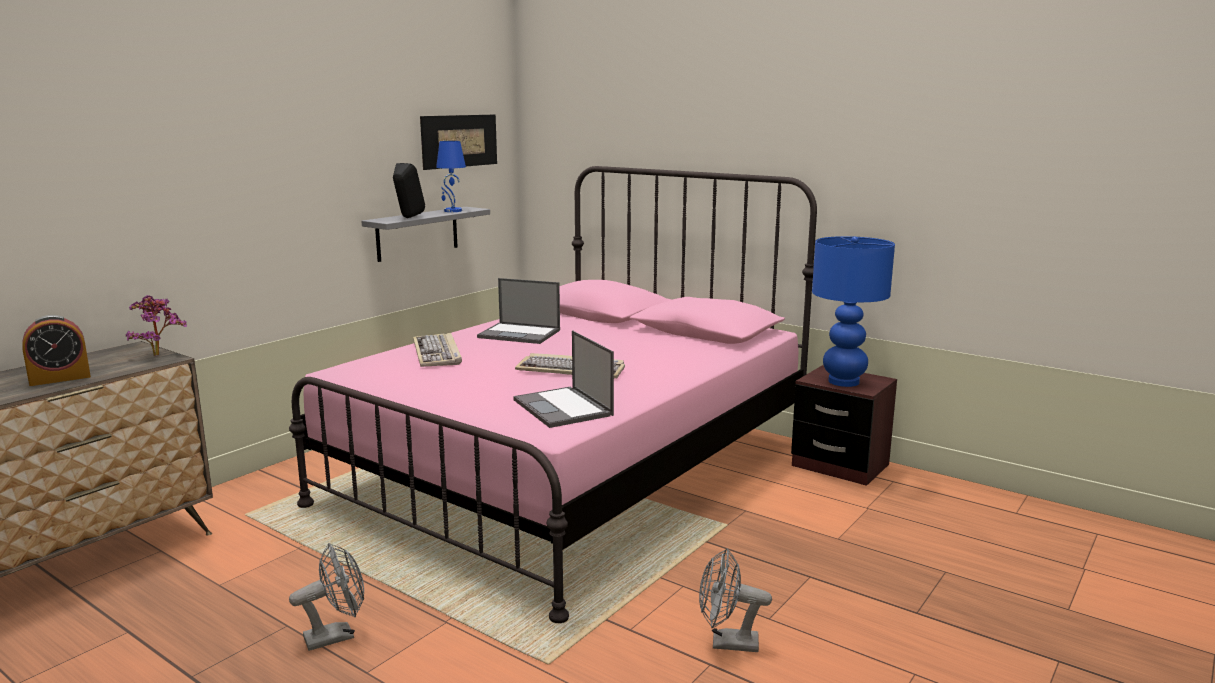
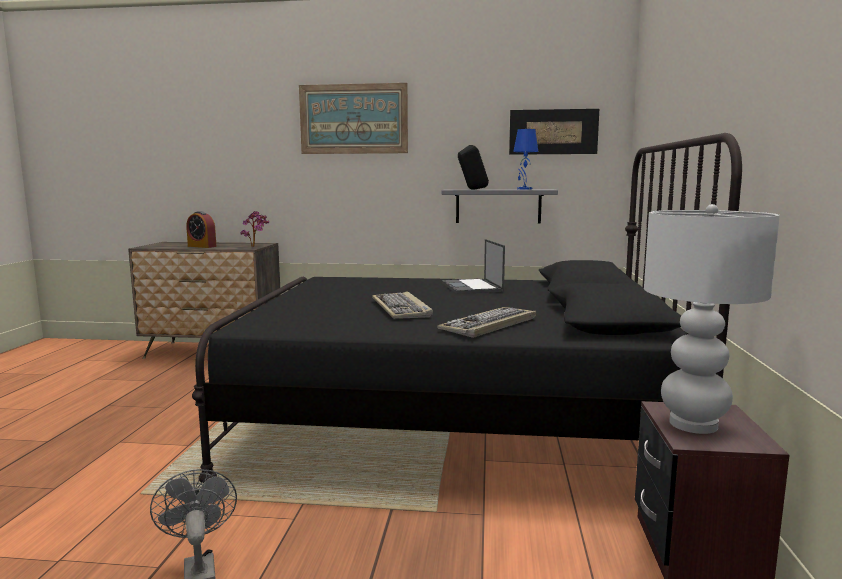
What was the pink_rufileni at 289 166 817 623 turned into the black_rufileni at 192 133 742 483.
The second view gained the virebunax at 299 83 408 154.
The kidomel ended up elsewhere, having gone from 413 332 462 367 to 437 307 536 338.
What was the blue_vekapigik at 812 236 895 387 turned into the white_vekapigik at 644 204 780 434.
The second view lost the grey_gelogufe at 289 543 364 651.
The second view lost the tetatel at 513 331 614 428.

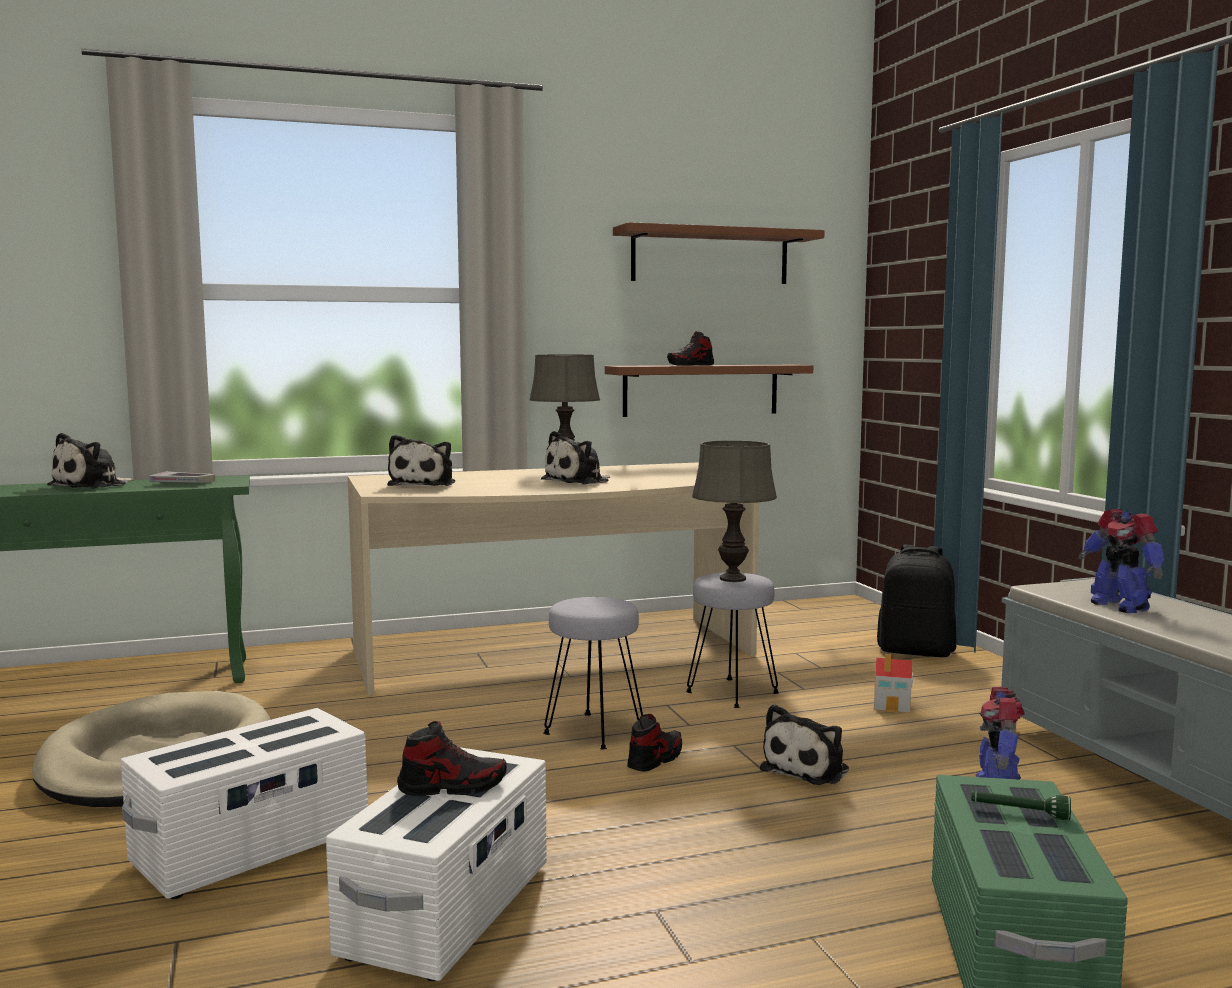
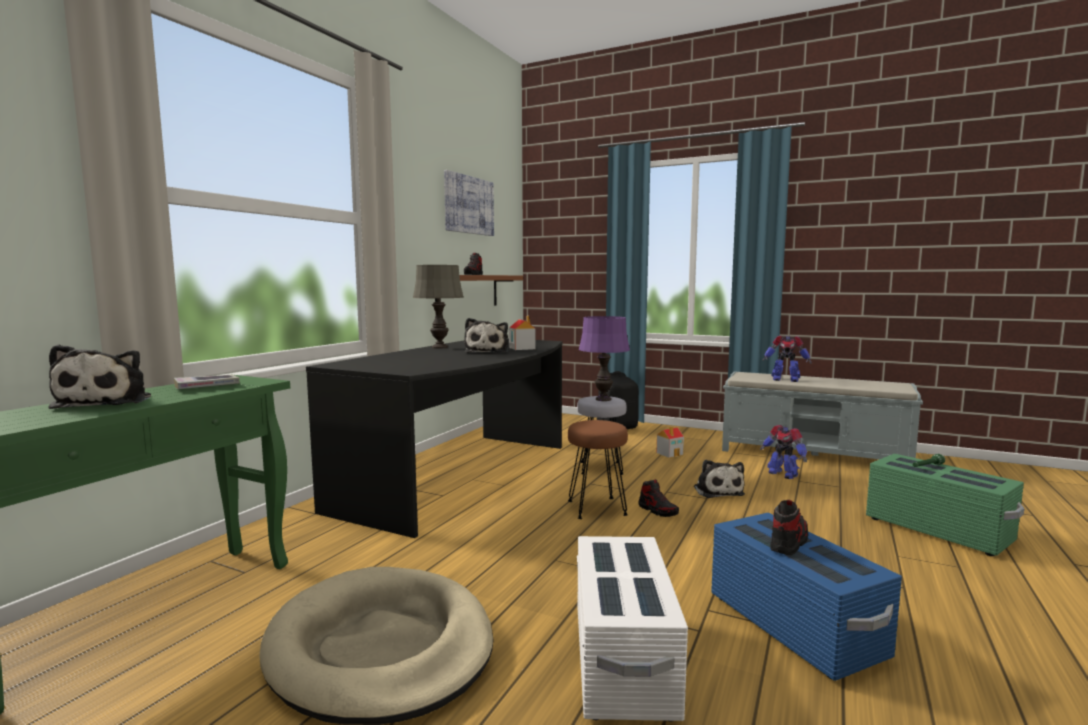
What was the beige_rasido at 347 462 759 695 turned into the black_rasido at 306 338 562 538.
Where the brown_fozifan hung at 613 222 825 284, the virebunax came to hang at 444 170 494 236.
The second view gained the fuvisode at 509 316 535 350.
What was the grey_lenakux at 543 597 643 749 turned into the brown_lenakux at 568 420 628 519.
What was the grey_vekapigik at 692 441 777 582 turned into the purple_vekapigik at 579 316 630 401.
The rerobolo at 627 714 682 772 ended up facing another way, 150 degrees clockwise from before.
What was the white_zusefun at 326 747 547 981 turned into the blue_zusefun at 711 513 902 681.
The second view lost the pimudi at 387 435 455 486.

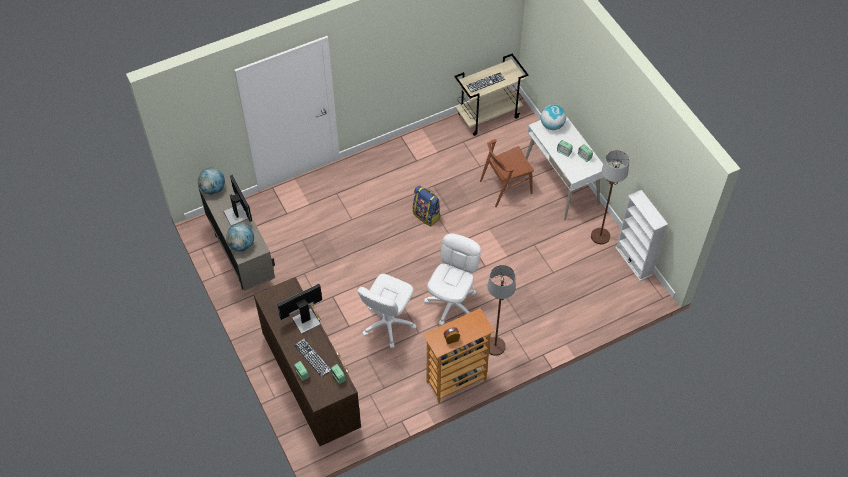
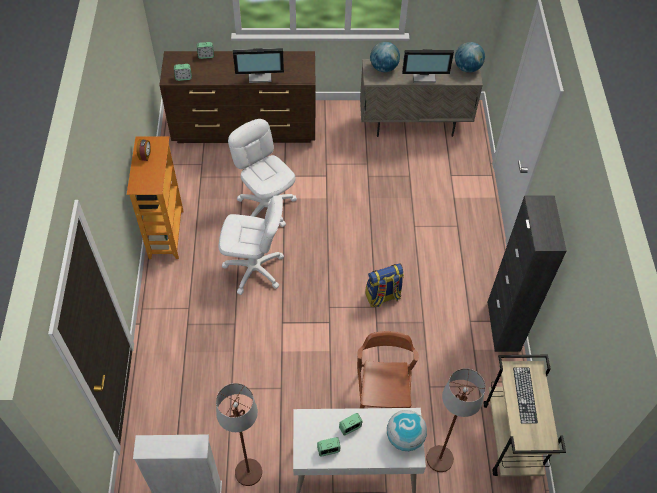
The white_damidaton at 424 233 481 326 ended up facing another way, 45 degrees counterclockwise from before.
The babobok at 277 284 322 334 ended up facing another way, 90 degrees clockwise from before.
The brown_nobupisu ended up elsewhere, having gone from 487 265 516 356 to 427 368 486 472.
The second view gained the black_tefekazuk at 487 195 567 352.
The second view lost the kidomel at 294 338 331 377.

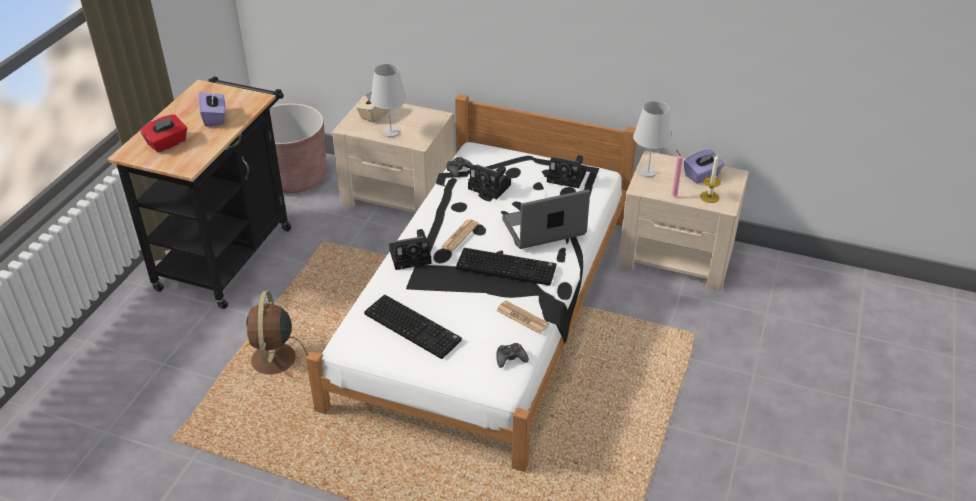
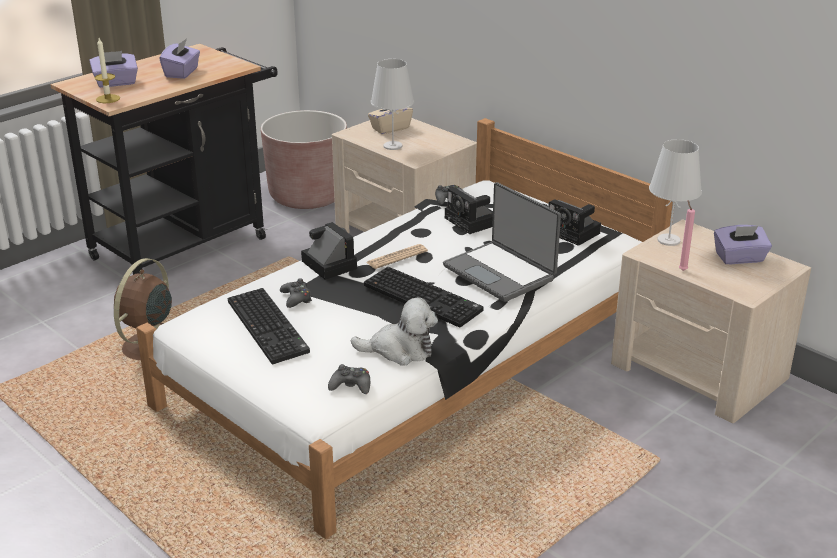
What was the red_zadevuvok at 140 115 187 153 turned into the purple_zadevuvok at 90 51 138 88.
The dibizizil ended up elsewhere, having gone from 700 155 721 203 to 94 38 120 103.
The second view gained the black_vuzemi at 280 278 312 308.
The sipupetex at 389 229 432 270 ended up facing another way, 135 degrees counterclockwise from before.
Where the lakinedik stood at 496 301 550 334, the pimudi came to stand at 351 297 438 365.
The tetatel at 502 189 590 249 ended up facing another way, 135 degrees counterclockwise from before.

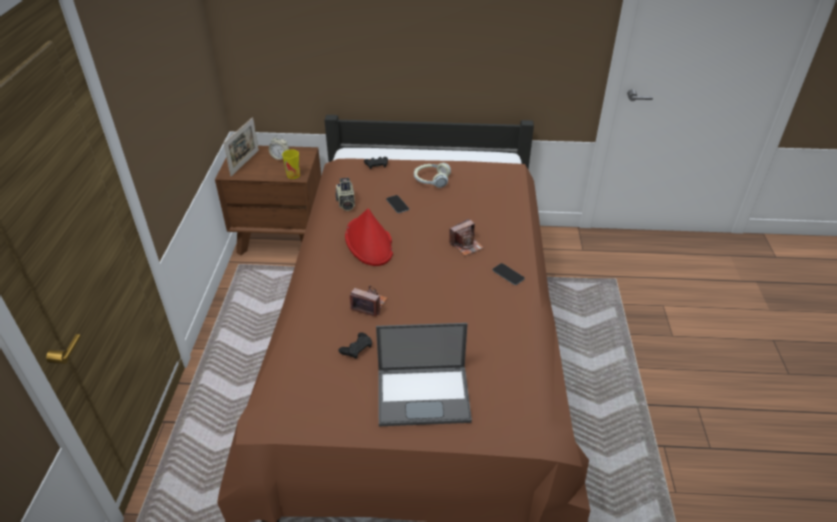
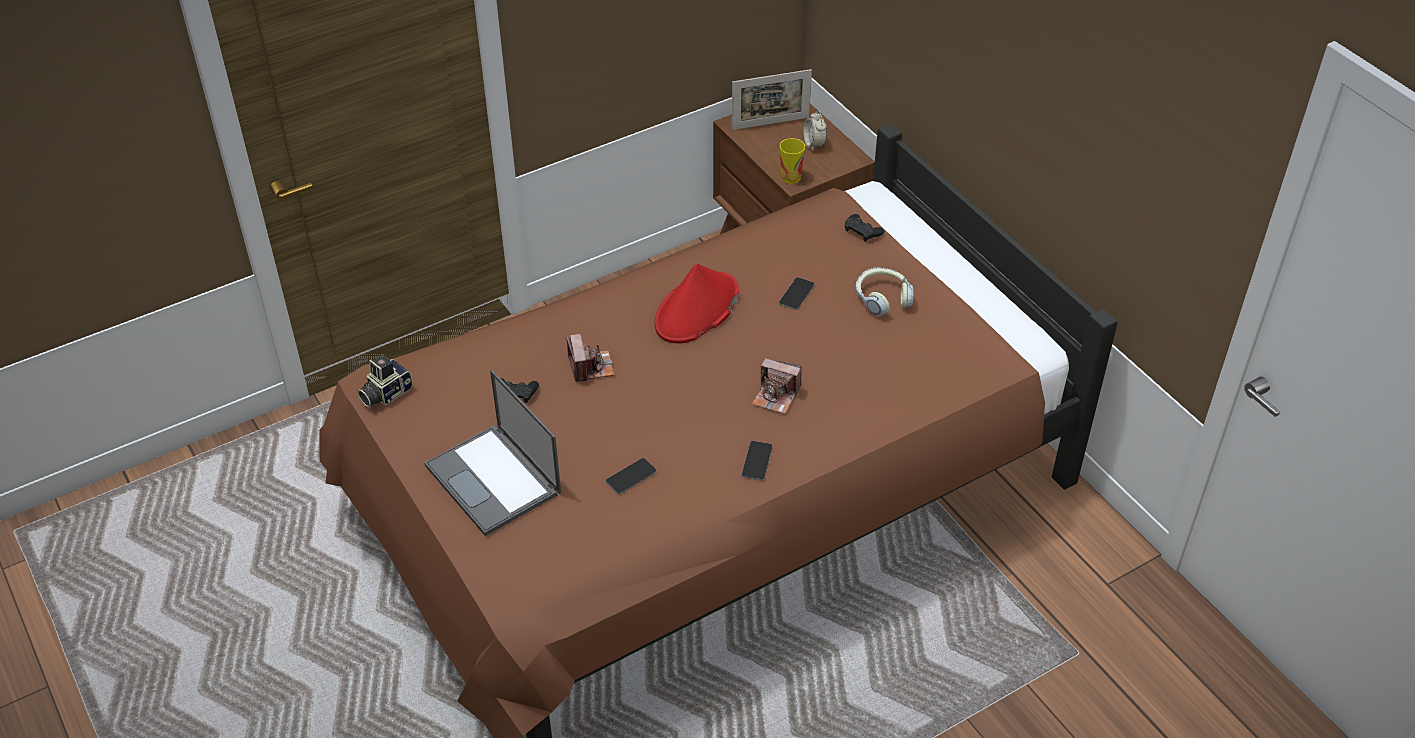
The sipupetex ended up elsewhere, having gone from 335 178 355 211 to 357 355 413 407.
The second view gained the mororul at 606 458 656 494.

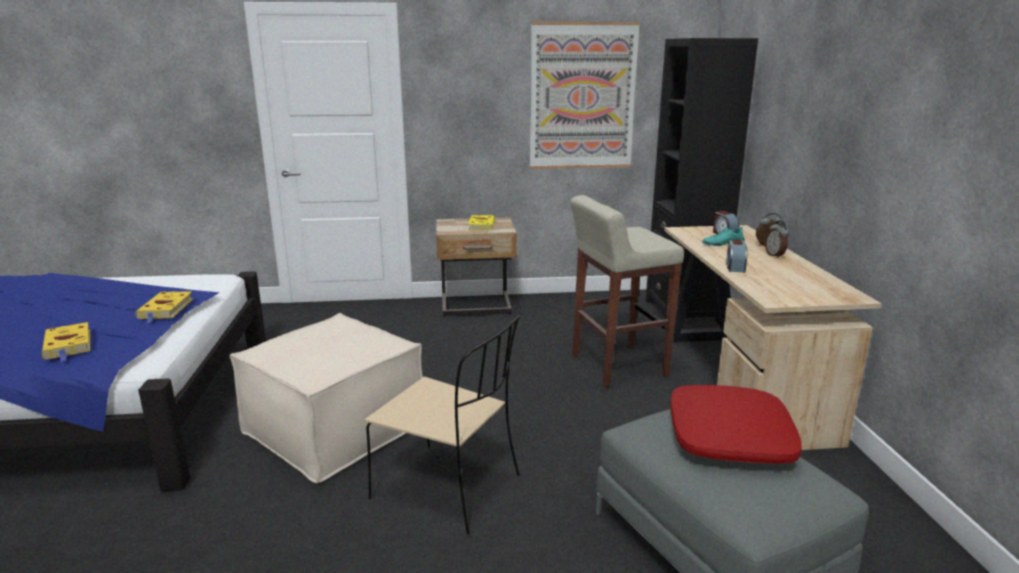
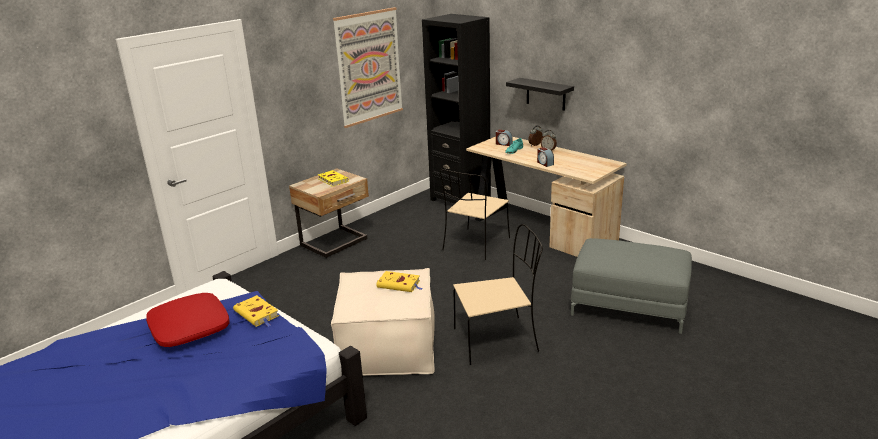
The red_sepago ended up elsewhere, having gone from 670 385 802 464 to 146 293 230 347.
The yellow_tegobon ended up elsewhere, having gone from 42 322 91 362 to 377 271 423 292.
Where the beige_lenakux stood at 571 195 684 388, the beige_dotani came to stand at 440 169 510 260.
The second view gained the black_fozifan at 506 78 574 111.

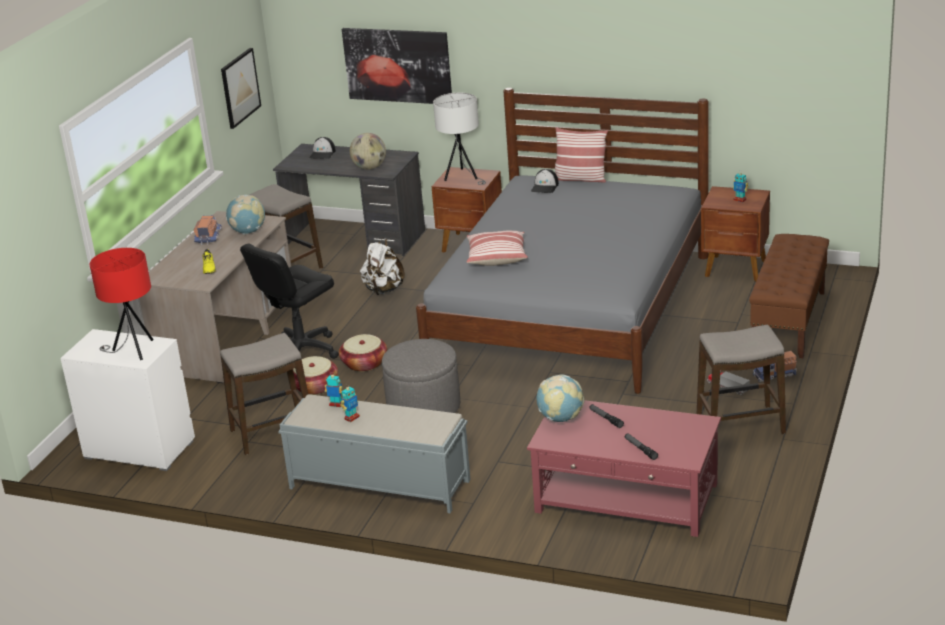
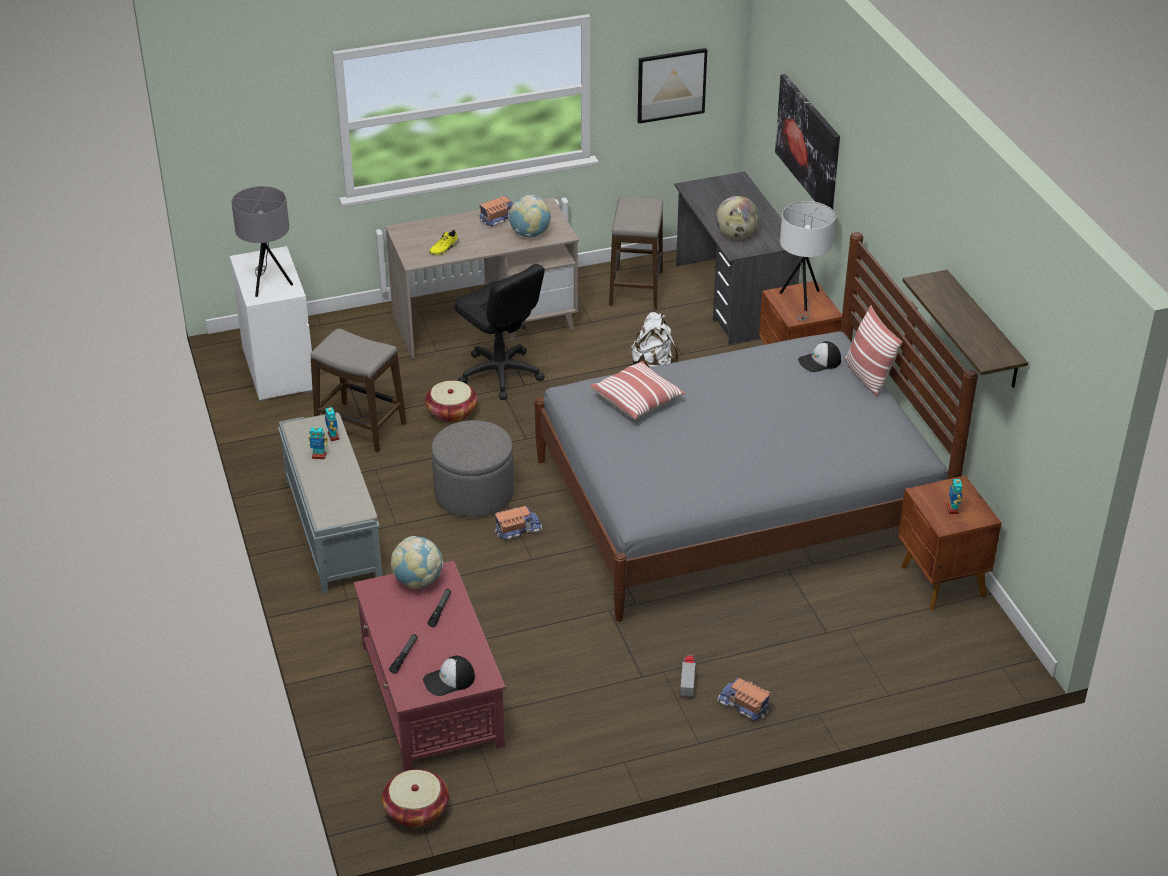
What was the red_vekapigik at 90 248 153 360 turned into the grey_vekapigik at 231 186 293 297.
The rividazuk ended up elsewhere, having gone from 339 334 387 372 to 382 769 449 828.
The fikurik ended up elsewhere, having gone from 309 137 336 159 to 423 656 475 696.
The black_damidaton at 240 243 339 359 ended up facing another way, 135 degrees counterclockwise from before.
The second view gained the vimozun at 494 506 543 540.
The second view gained the fozifan at 903 270 1028 388.
The second view lost the lenakux at 697 325 786 434.
The second view lost the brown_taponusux at 749 234 829 358.

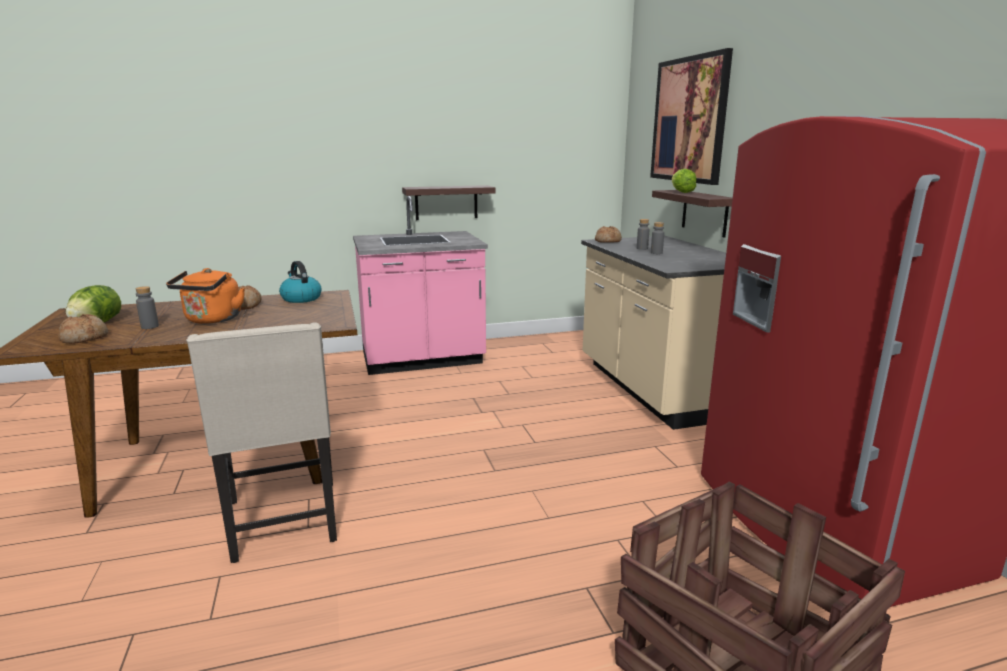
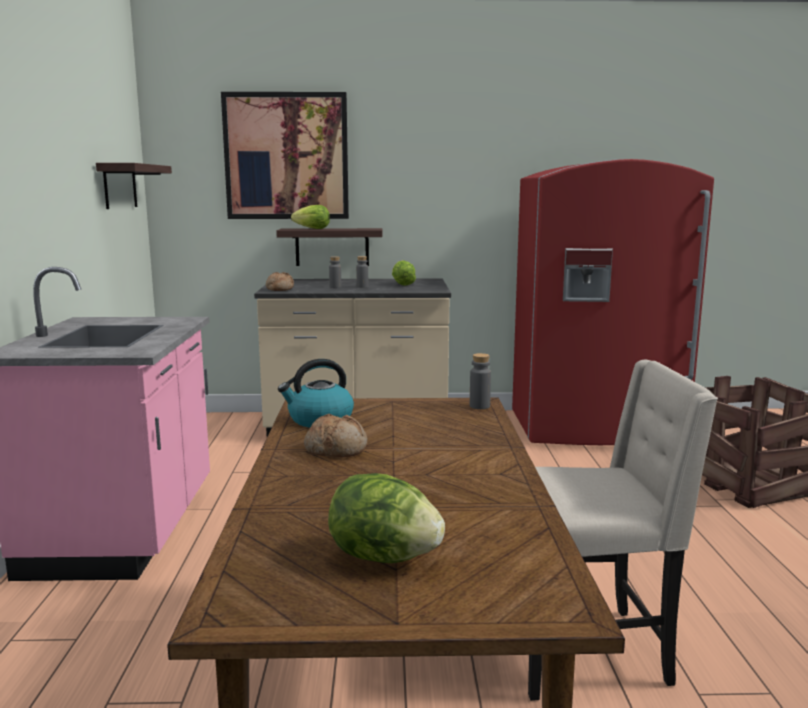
The fozifan ended up elsewhere, having gone from 402 185 495 220 to 96 163 172 209.
The second view gained the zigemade at 392 260 416 286.
The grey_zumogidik ended up elsewhere, having gone from 135 286 159 329 to 470 353 491 409.
The second view lost the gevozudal at 58 314 108 344.
The second view lost the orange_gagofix at 166 268 245 324.

